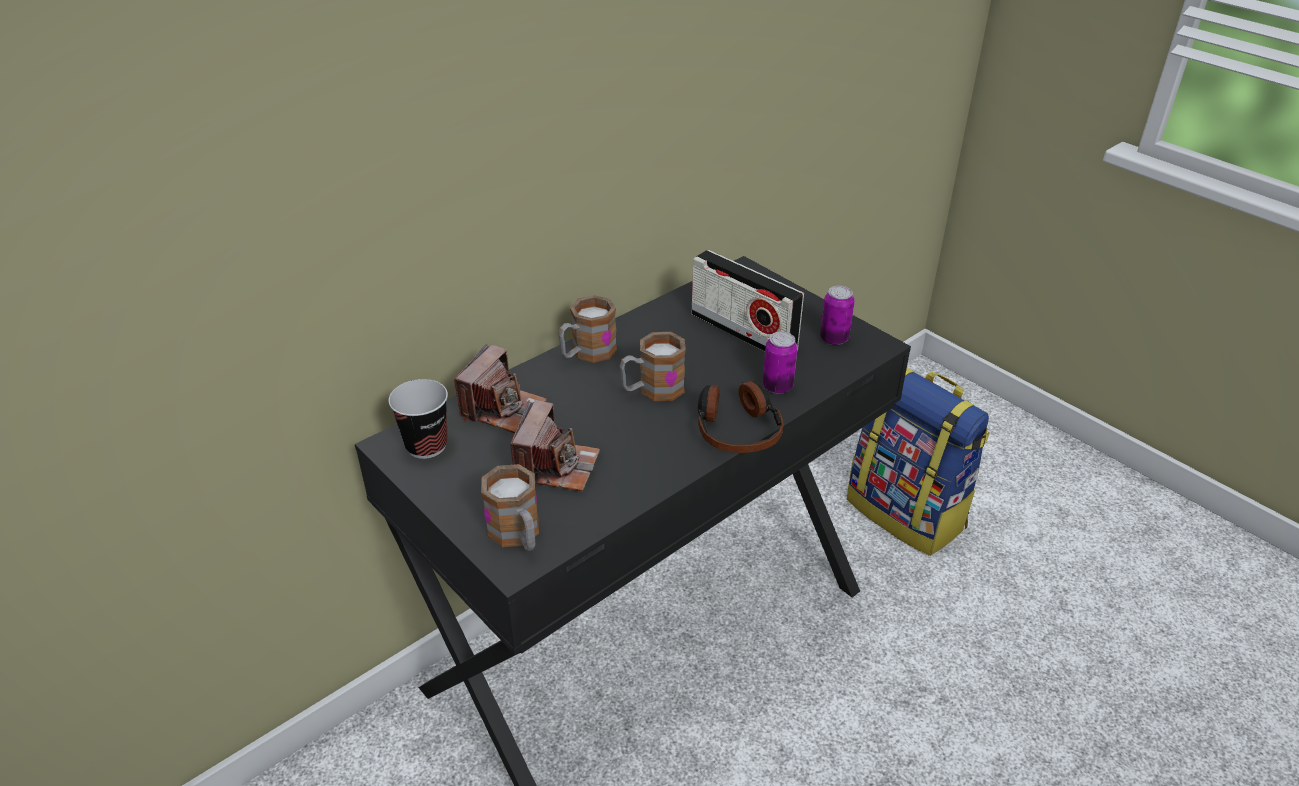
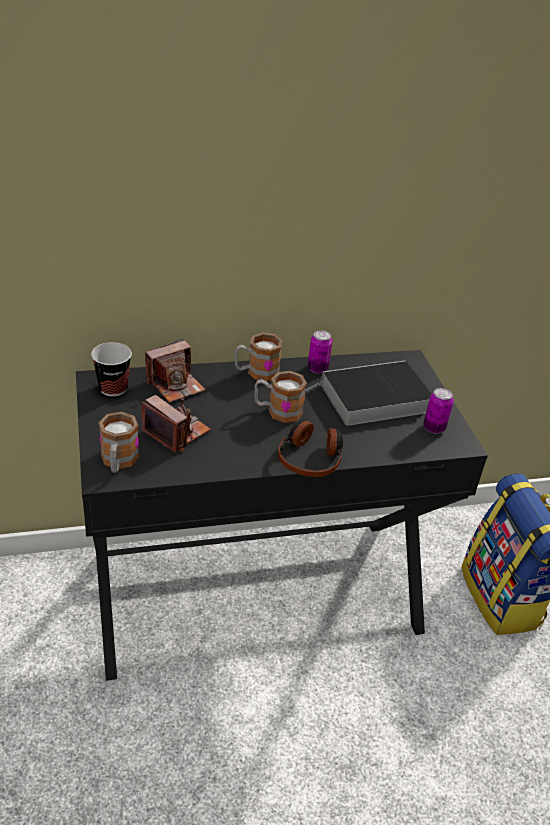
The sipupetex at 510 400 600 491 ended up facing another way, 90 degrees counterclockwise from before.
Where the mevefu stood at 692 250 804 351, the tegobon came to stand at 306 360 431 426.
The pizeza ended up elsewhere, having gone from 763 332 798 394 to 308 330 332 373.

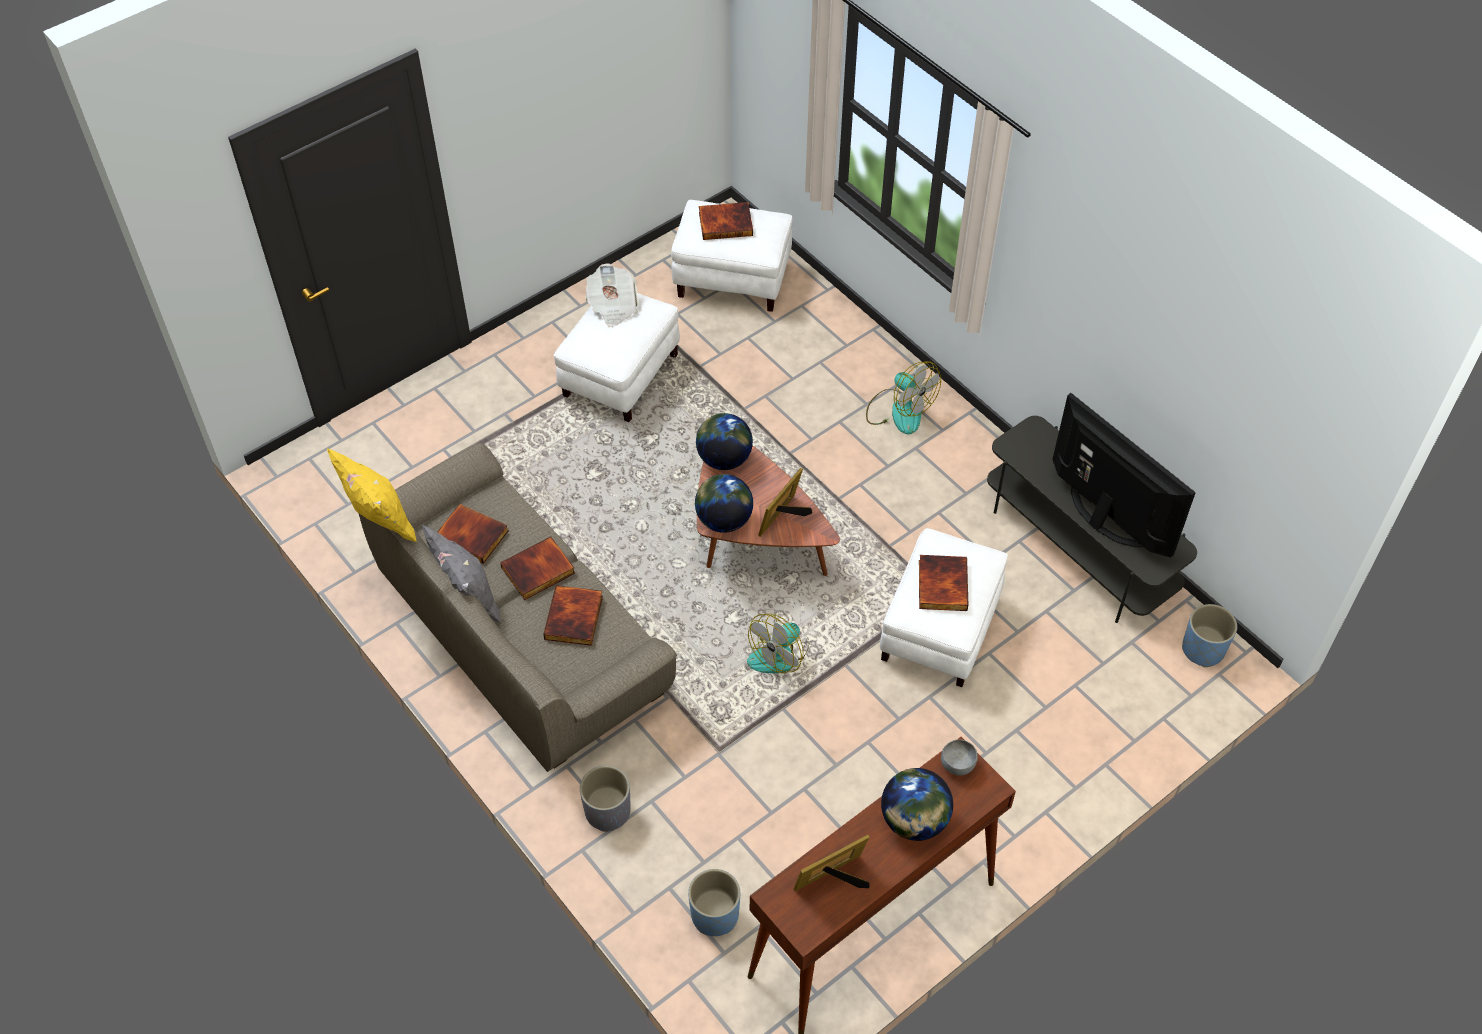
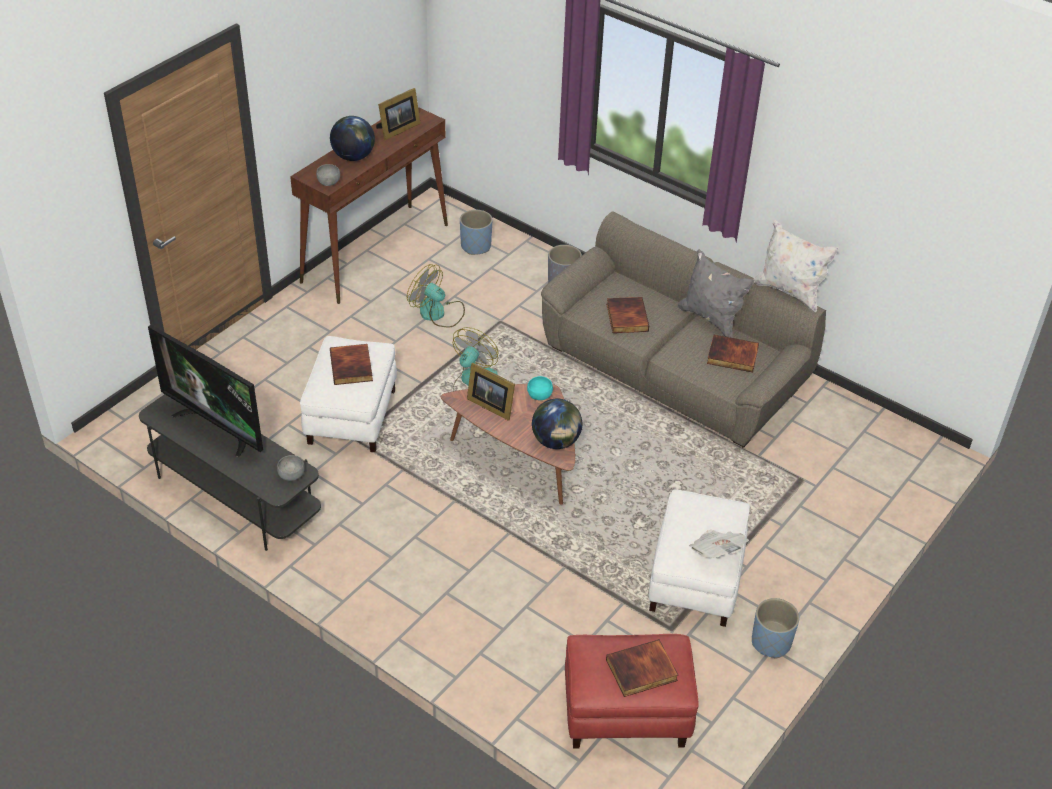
The second view gained the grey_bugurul at 277 455 305 481.
The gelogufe ended up elsewhere, having gone from 866 362 941 434 to 407 264 465 327.
The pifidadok at 758 468 812 537 ended up facing another way, 105 degrees clockwise from before.
Where the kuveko stood at 695 474 753 533, the turquoise_bugurul came to stand at 527 376 553 400.
What was the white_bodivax at 671 200 793 312 turned into the red_bodivax at 565 634 699 748.
The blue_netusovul ended up elsewhere, having gone from 1182 604 1237 667 to 752 598 799 659.
What was the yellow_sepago at 327 448 417 542 turned into the white_sepago at 753 220 839 312.
The second view lost the tegobon at 500 536 575 600.

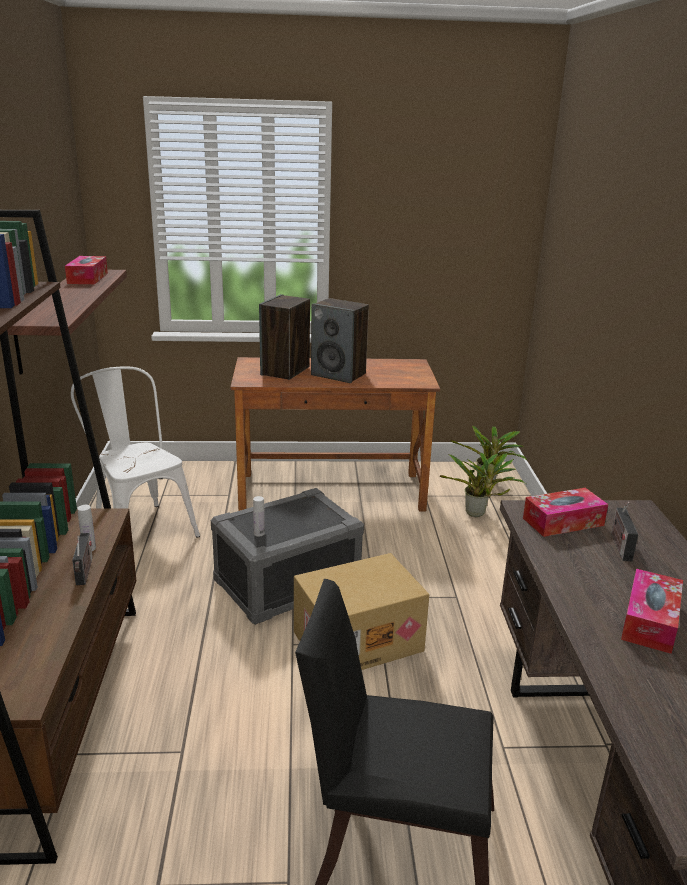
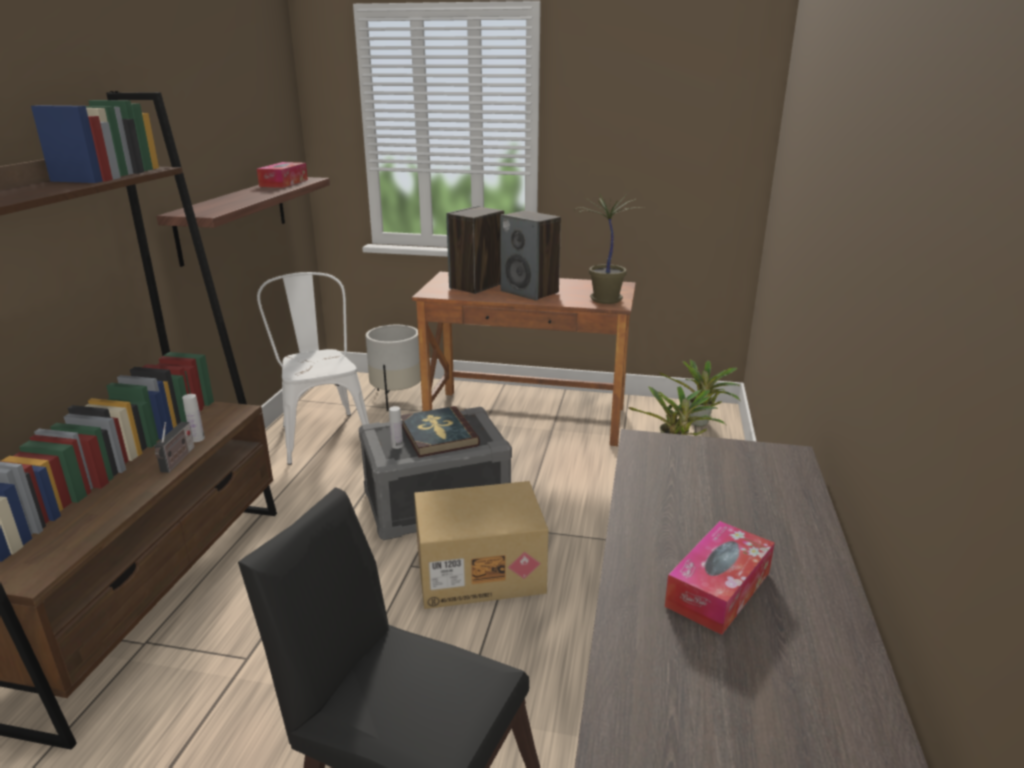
The second view gained the white_netusovul at 365 325 421 411.
The second view gained the tegobon at 401 406 480 457.
The second view gained the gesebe at 574 194 643 304.
The second view lost the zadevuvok at 523 488 608 537.
The second view lost the mevefu at 611 502 638 562.

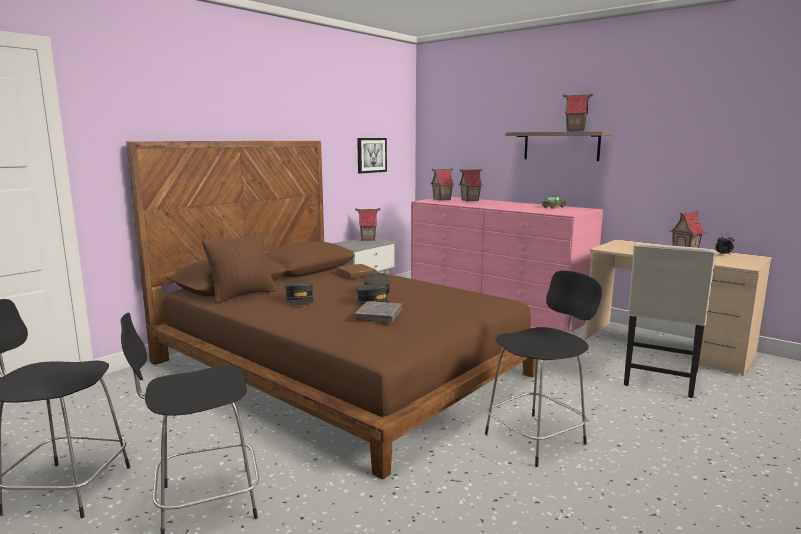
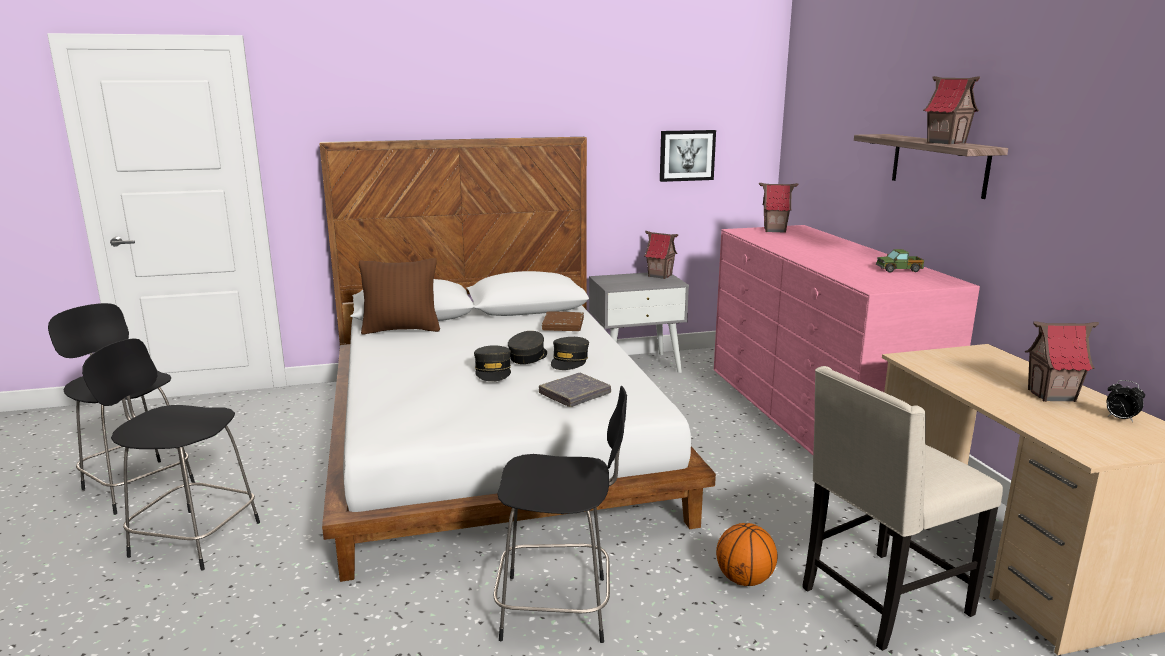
What was the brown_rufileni at 126 141 536 480 turned into the white_rufileni at 319 137 716 582.
The grey_tegobon ended up elsewhere, having gone from 354 301 402 322 to 539 373 611 407.
The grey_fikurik ended up elsewhere, having gone from 285 282 314 306 to 551 337 589 370.
The second view gained the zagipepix at 716 523 778 586.
The second view lost the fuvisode at 459 169 483 202.

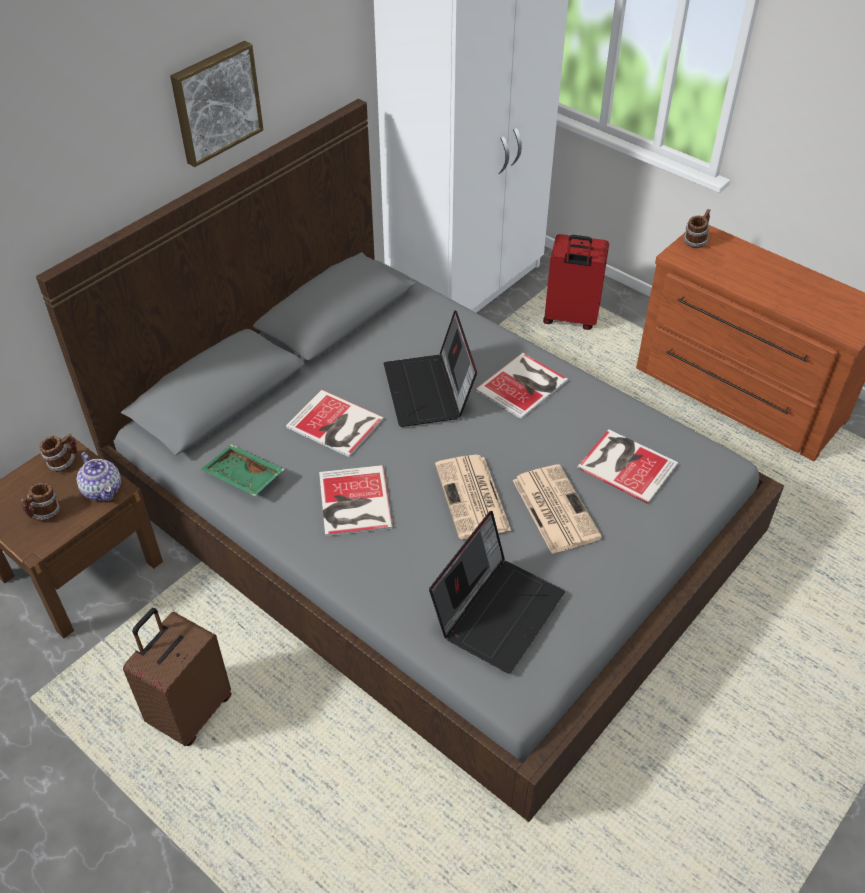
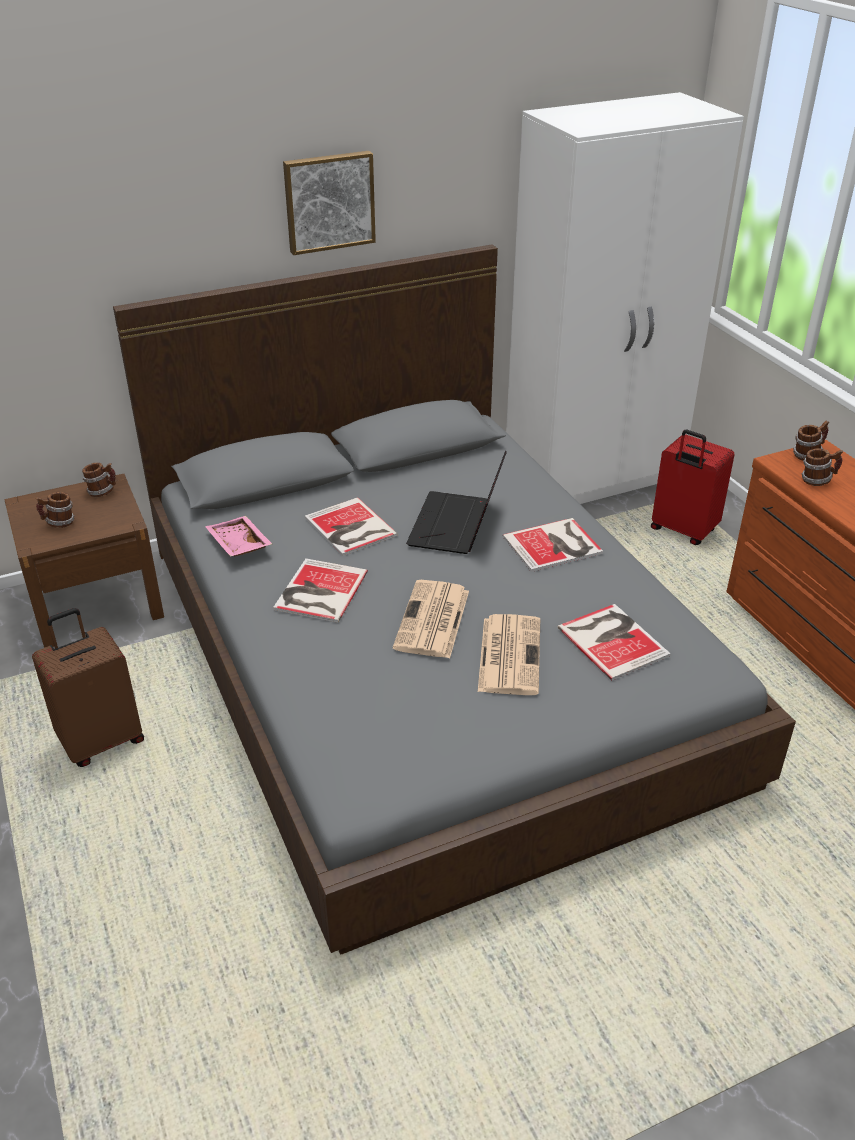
What was the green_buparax at 200 445 284 496 turned into the pink_buparax at 205 516 272 557.
The second view gained the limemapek at 802 448 843 486.
The second view lost the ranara at 77 452 121 501.
The second view lost the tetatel at 429 511 565 674.

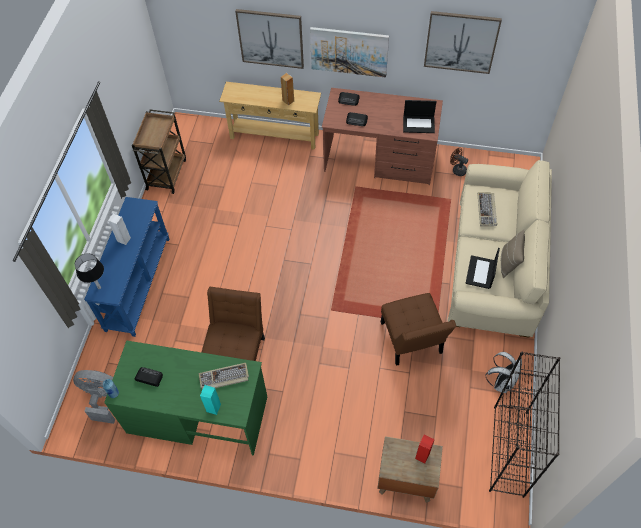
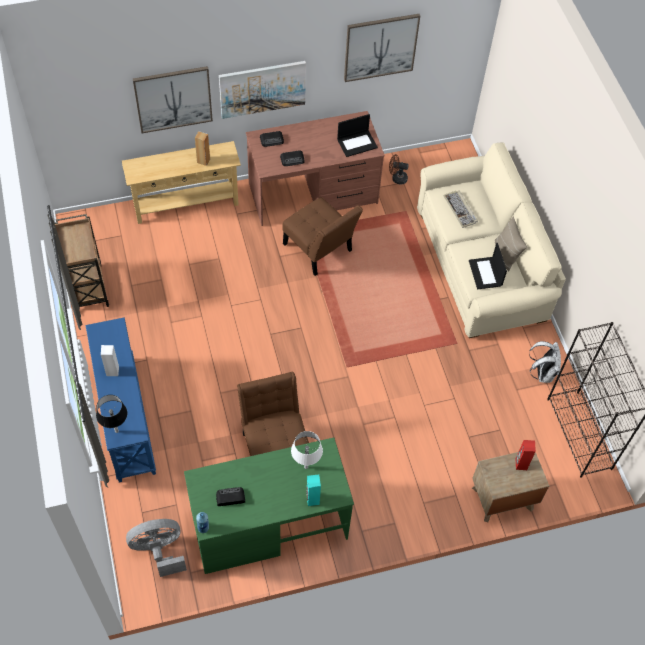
The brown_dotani ended up elsewhere, having gone from 381 293 456 366 to 282 197 363 276.
Where the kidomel stood at 199 363 249 390, the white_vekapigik came to stand at 291 431 323 469.

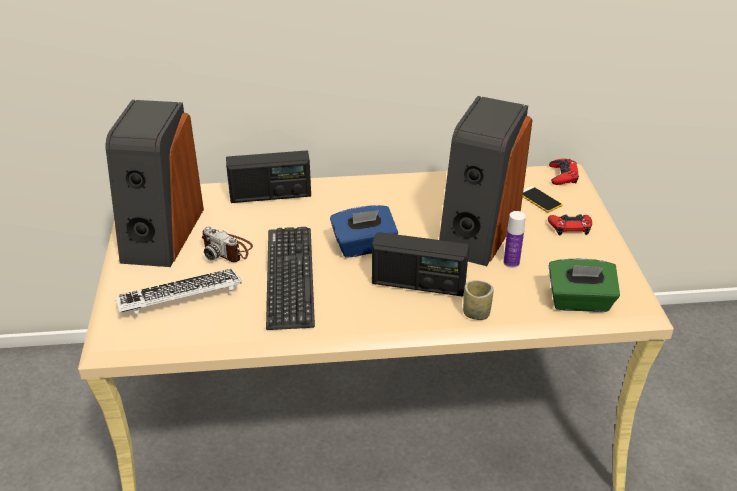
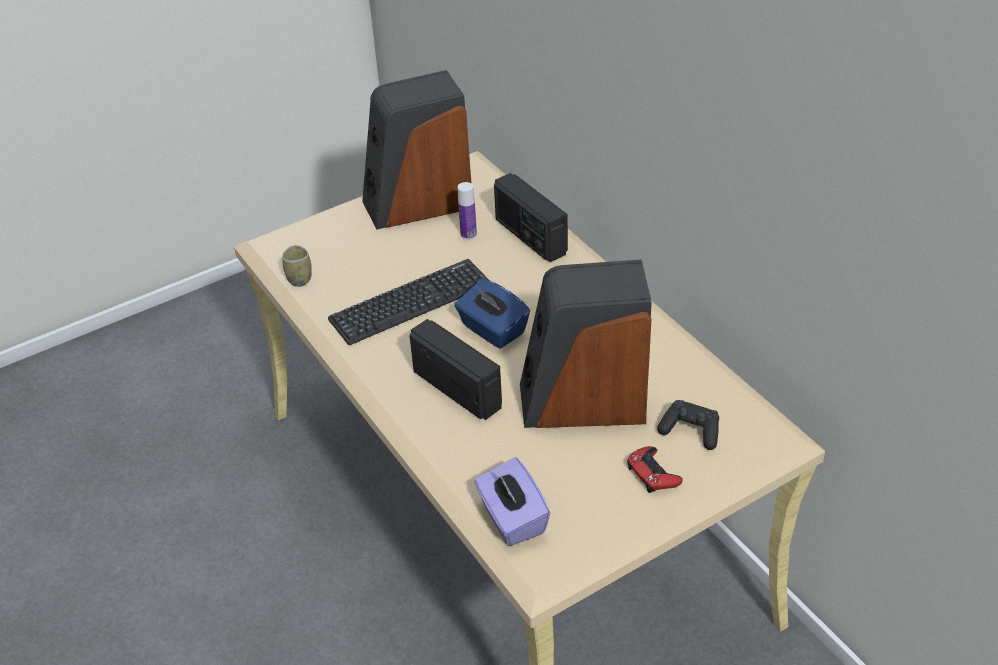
The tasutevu ended up elsewhere, having gone from 463 280 494 320 to 282 245 312 287.
The mevefu at 372 232 469 296 ended up facing another way, 150 degrees clockwise from before.
The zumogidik ended up elsewhere, having gone from 503 211 526 268 to 457 182 477 239.
What was the green_zadevuvok at 549 259 620 312 turned into the purple_zadevuvok at 474 457 550 546.
Where the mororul stood at 523 186 562 213, the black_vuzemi came to stand at 657 400 719 450.
The second view lost the kidomel at 116 269 242 314.
The second view lost the sipupetex at 202 226 253 262.
The second view lost the red_vuzemi at 549 159 579 185.

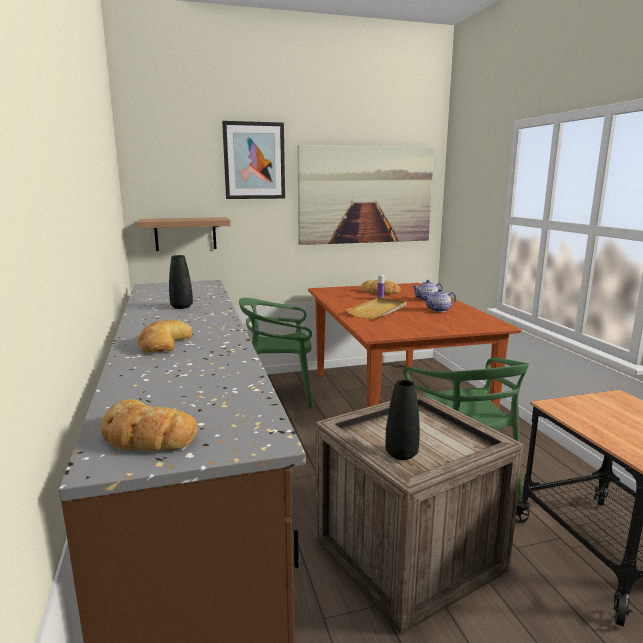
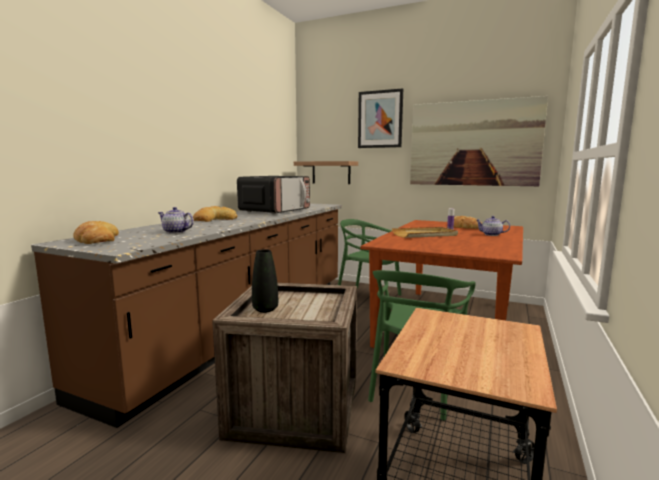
The ranara ended up elsewhere, having gone from 423 289 456 312 to 158 207 194 234.
Where the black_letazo stood at 169 255 193 309, the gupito came to stand at 237 176 310 214.

